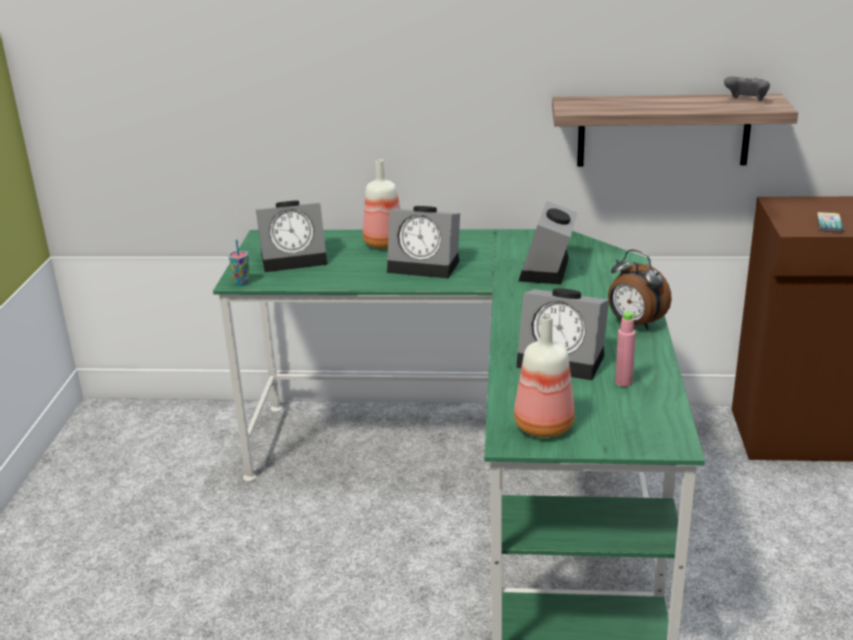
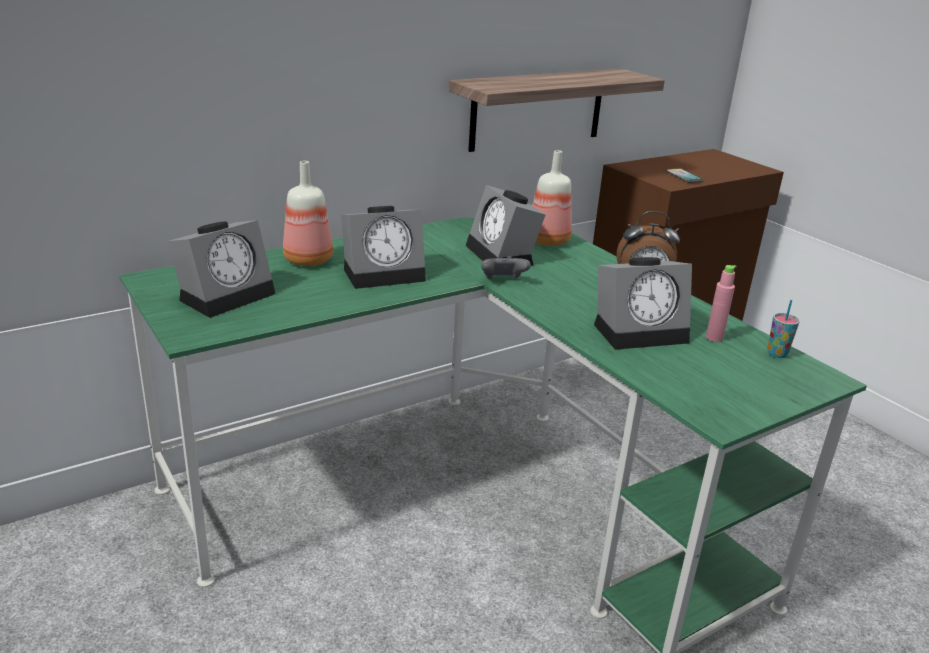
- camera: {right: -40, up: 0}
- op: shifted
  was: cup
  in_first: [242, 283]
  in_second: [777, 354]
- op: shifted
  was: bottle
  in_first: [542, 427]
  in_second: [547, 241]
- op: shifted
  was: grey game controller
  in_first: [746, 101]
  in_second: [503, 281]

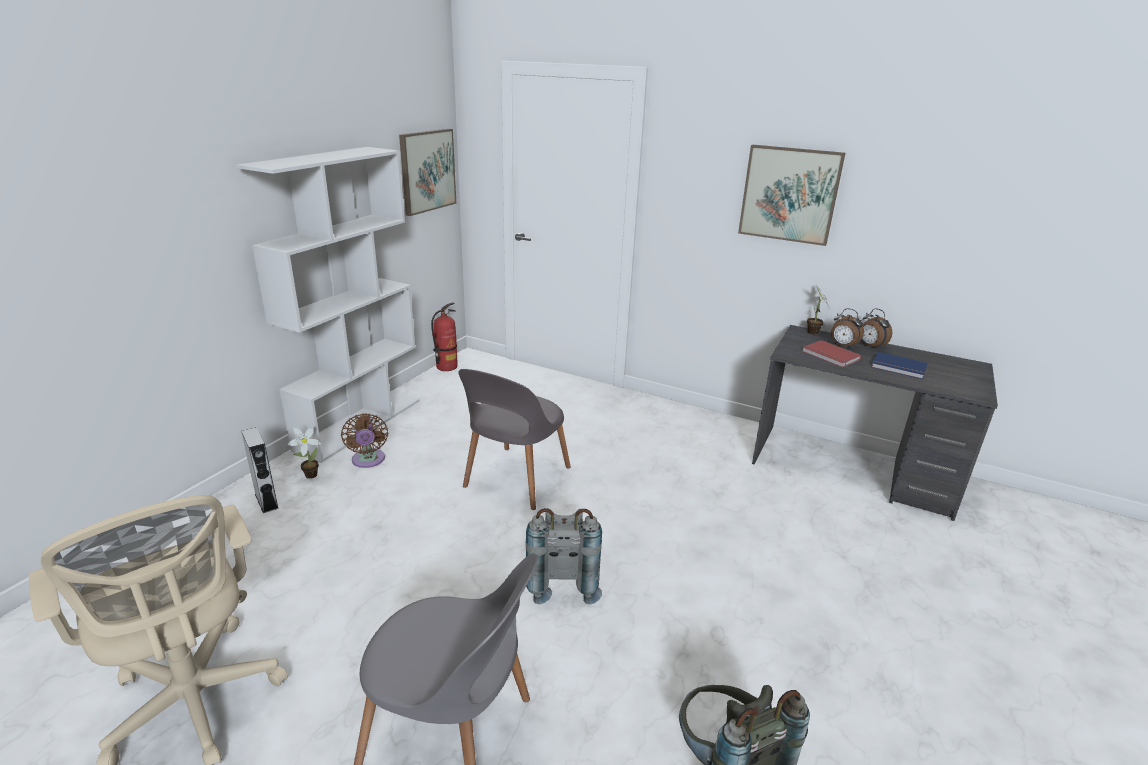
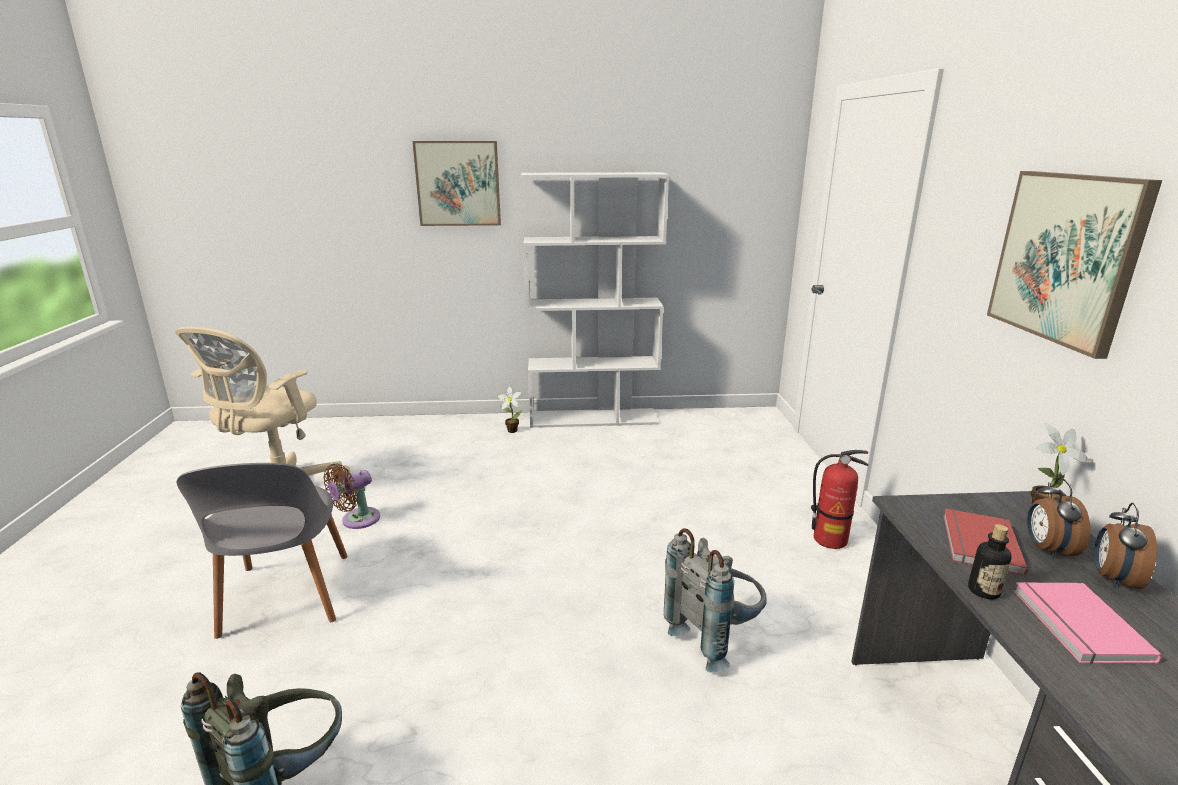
- camera: {right: 60, up: -5}
- op: gone
  was: grey speaker
  in_first: [266, 501]
- op: shifted
  was: brown fan
  in_first: [368, 461]
  in_second: [357, 520]
- op: shifted
  was: picture
  in_first: [427, 171]
  in_second: [458, 183]
- op: shifted
  was: fire extinguisher
  in_first: [446, 367]
  in_second: [830, 540]
- op: gone
  was: grey chair
  in_first: [515, 479]
- op: shifted
  was: grey backpack
  in_first: [561, 580]
  in_second: [715, 636]
- op: repainted
  was: blue book
  now: pink book
  in_first: [898, 368]
  in_second: [1077, 625]
- op: new
  now: bottle
  in_second: [983, 591]

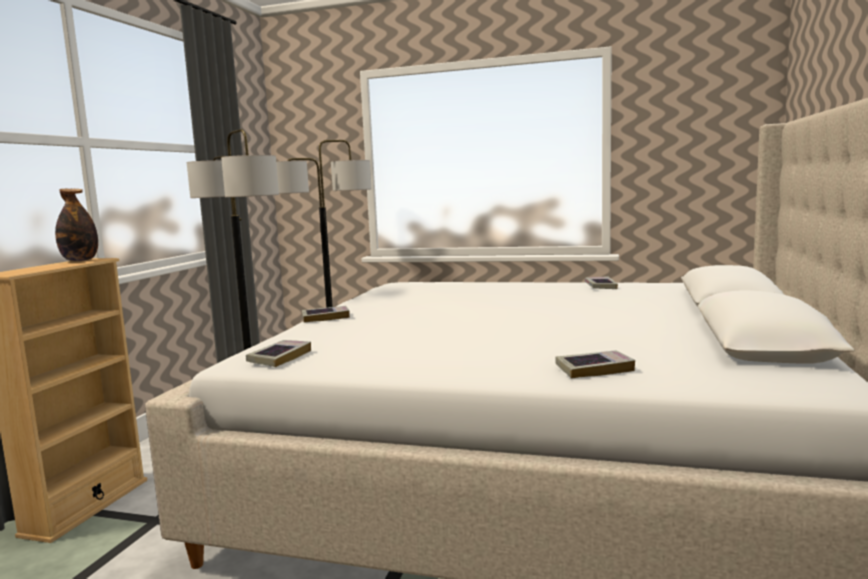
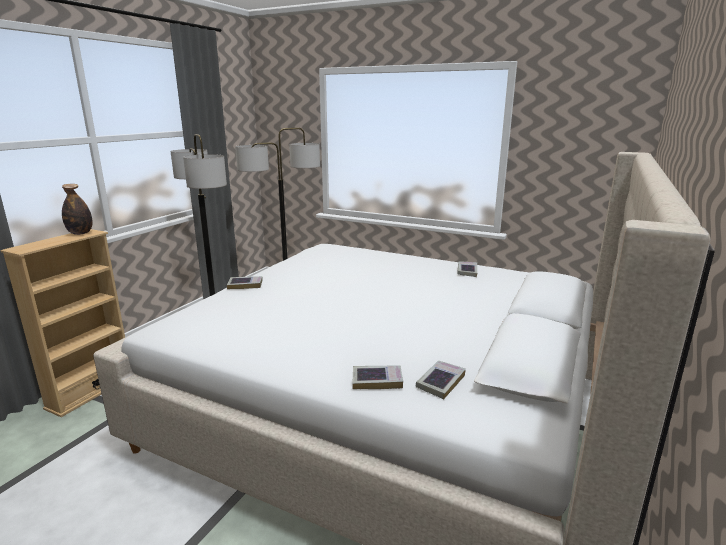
- camera: {right: 10, up: 10}
- op: shifted
  was: book
  in_first: [279, 357]
  in_second: [440, 382]

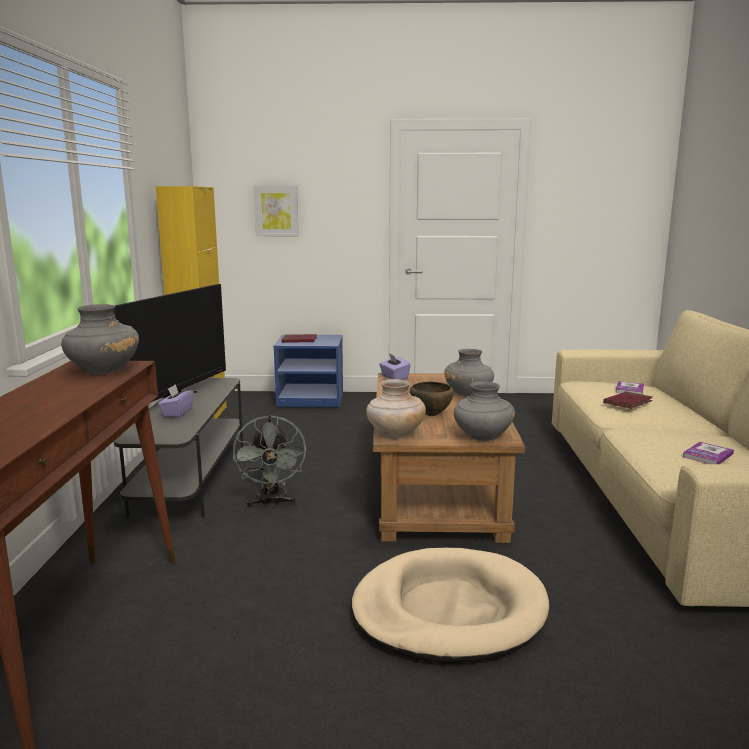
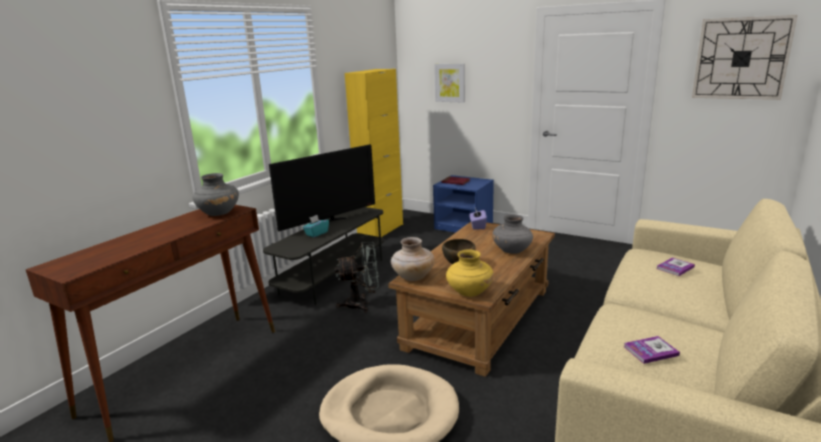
- camera: {right: 30, up: 5}
- op: repainted
  was: purple tissue box
  now: turquoise tissue box
  in_first: [177, 413]
  in_second: [316, 233]
- op: rotated
  was: grey fan
  in_first: [272, 503]
  in_second: [362, 304]
  clockwise: -120
- op: repainted
  was: grey vase
  now: yellow vase
  in_first: [482, 437]
  in_second: [469, 292]
- op: gone
  was: red book
  in_first: [627, 403]
- op: new
  now: wall clock
  in_second: [741, 58]

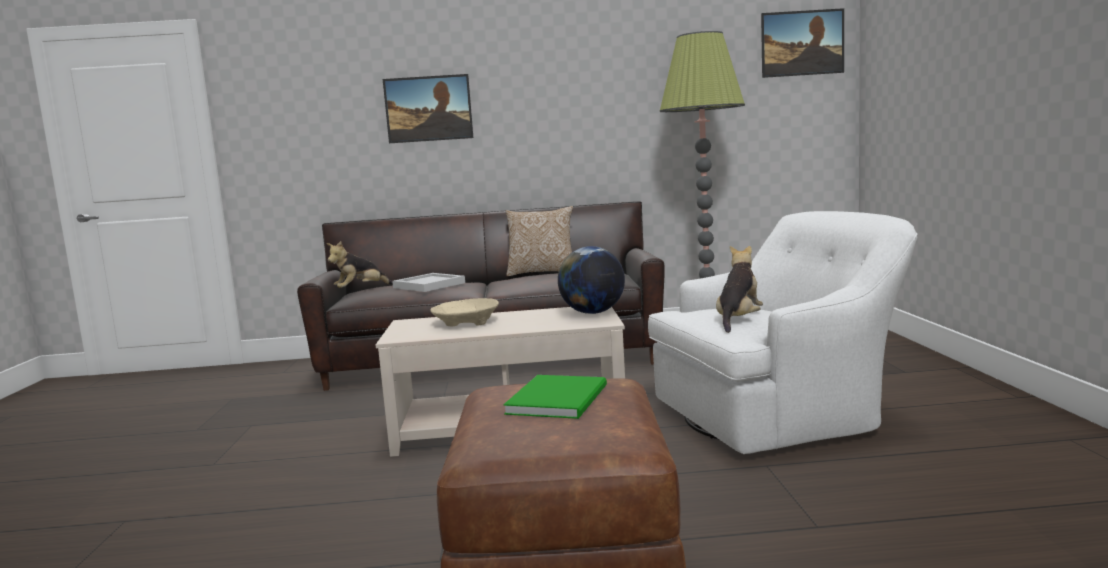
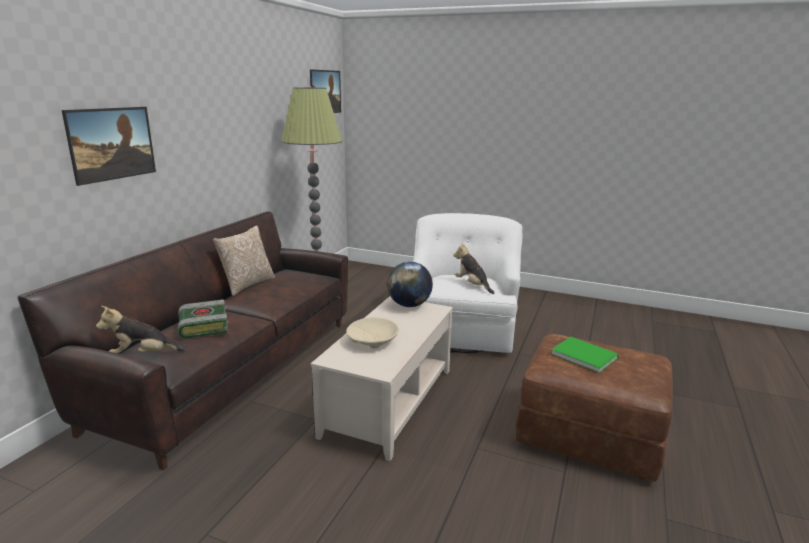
- camera: {right: -65, up: 10}
- op: rotated
  was: plush toy
  in_first: [360, 290]
  in_second: [143, 355]
  clockwise: 90
- op: swapped
  was: white tray
  now: book
  in_first: [429, 285]
  in_second: [203, 325]

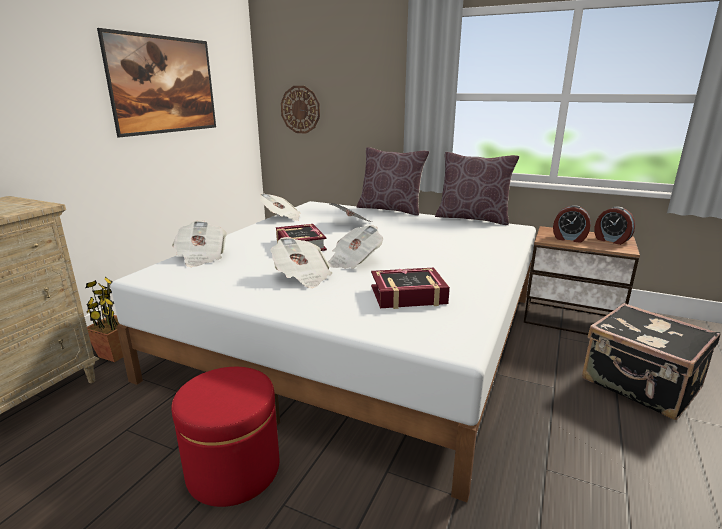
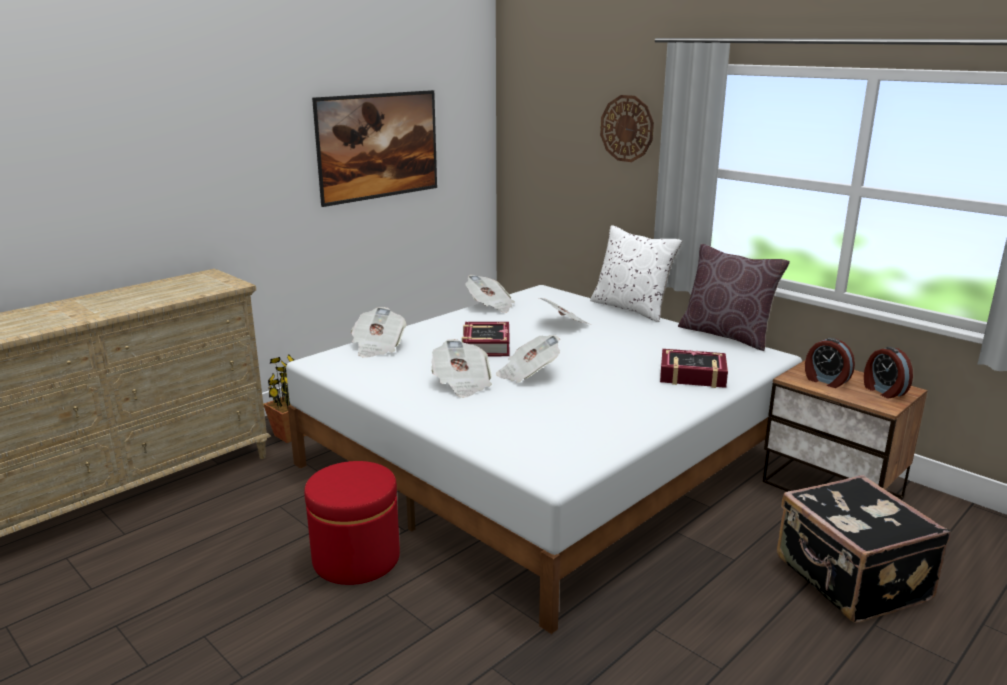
- camera: {right: 20, up: 0}
- op: shifted
  was: wall clock
  in_first: [300, 109]
  in_second: [627, 128]
- op: repainted
  was: brown pillow
  now: white pillow
  in_first: [390, 209]
  in_second: [631, 308]
- op: shifted
  was: book
  in_first: [408, 295]
  in_second: [692, 375]

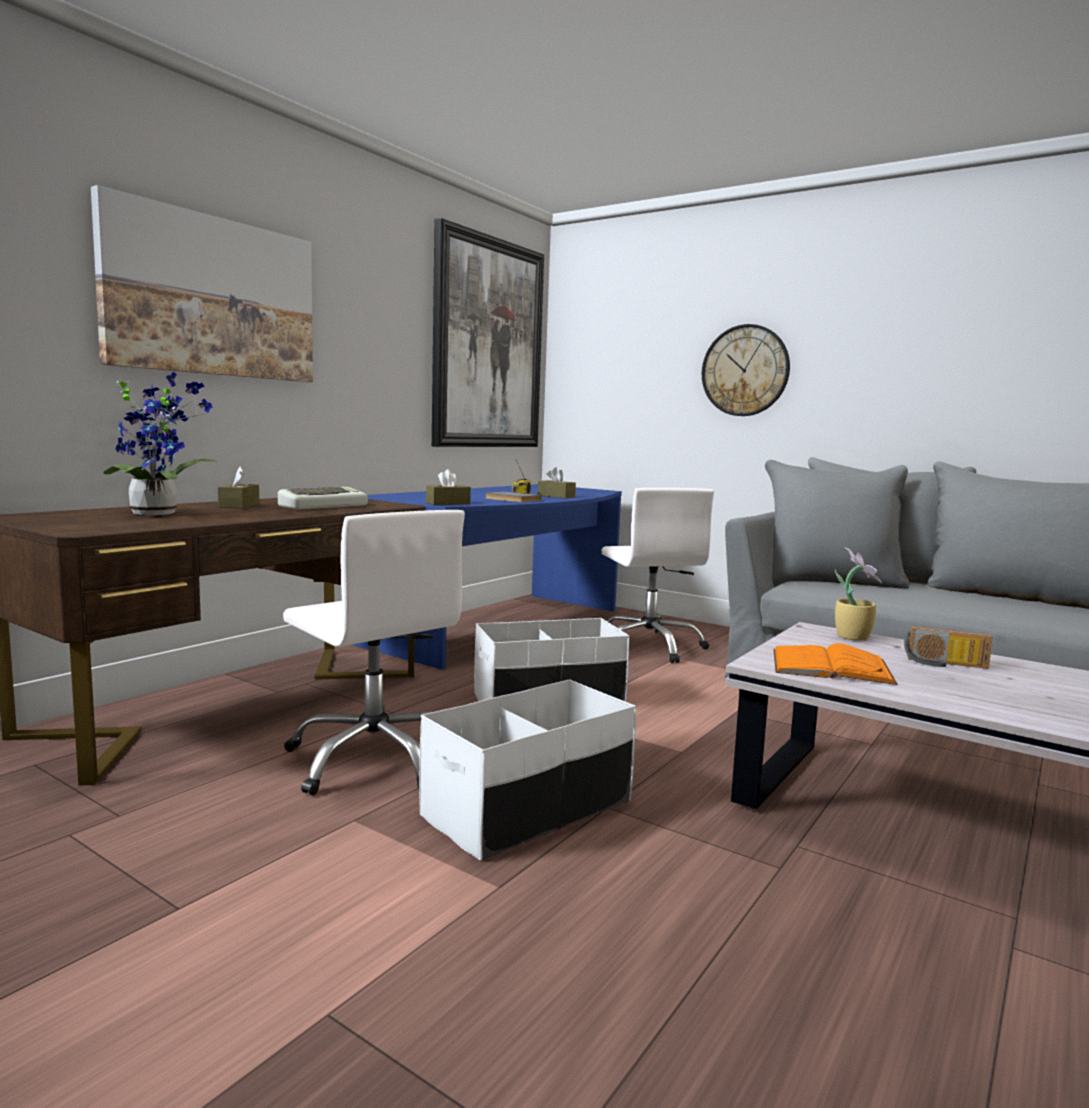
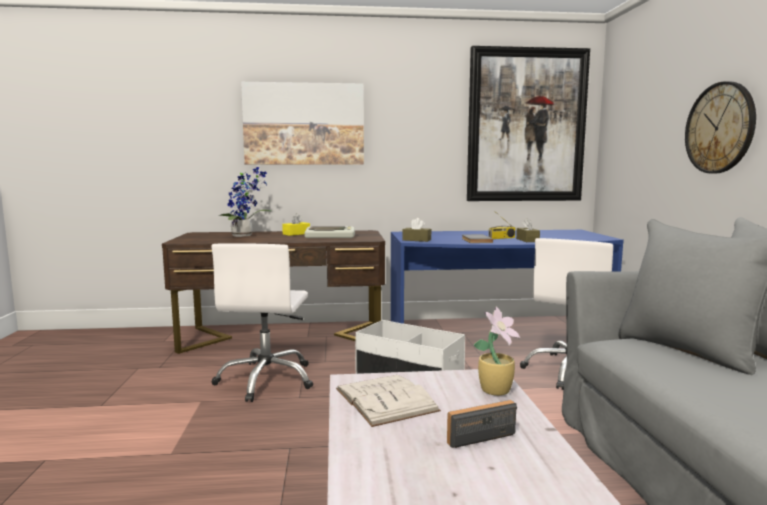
- camera: {right: 50, up: 0}
- op: repainted
  was: brown tissue box
  now: yellow tissue box
  in_first: [239, 505]
  in_second: [296, 234]
- op: gone
  was: white storage box
  in_first: [529, 809]
- op: repainted
  was: orange book
  now: white book
  in_first: [831, 666]
  in_second: [385, 399]
- op: rotated
  was: radio
  in_first: [945, 664]
  in_second: [480, 434]
  clockwise: 90

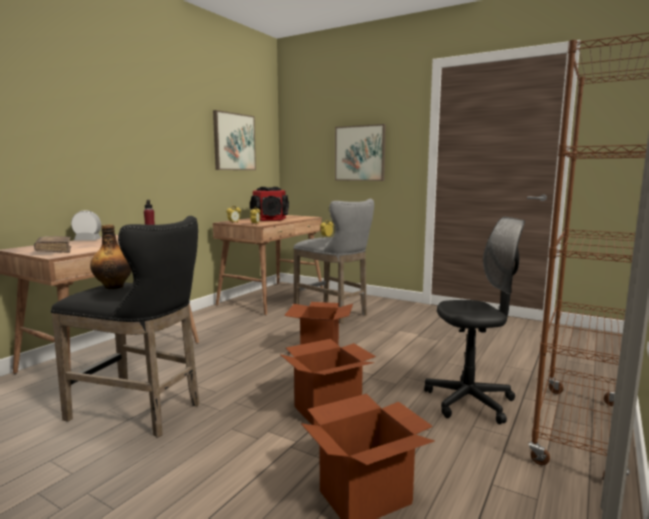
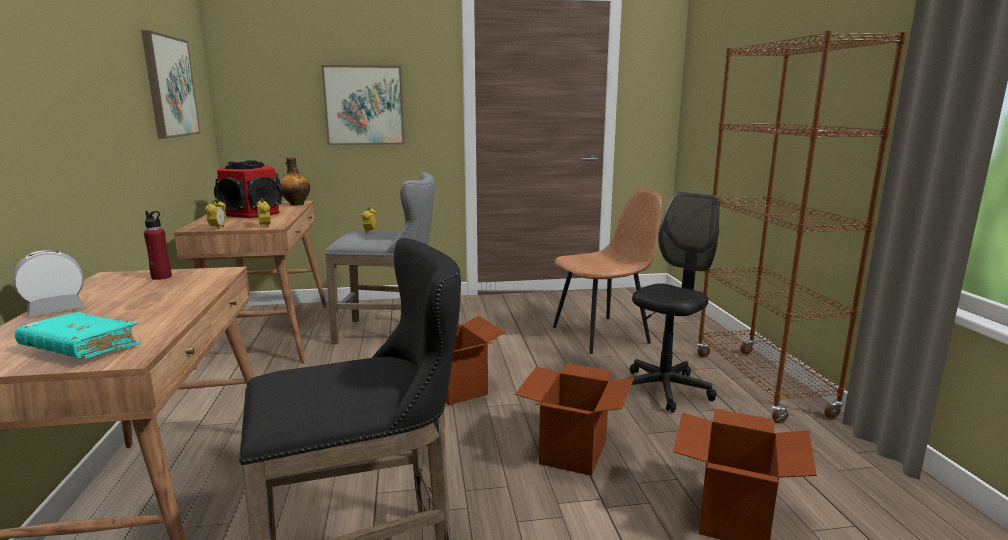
- camera: {right: -40, up: 5}
- op: repainted
  was: brown book
  now: turquoise book
  in_first: [54, 251]
  in_second: [81, 348]
- op: shifted
  was: bottle
  in_first: [114, 286]
  in_second: [296, 204]
- op: new
  now: brown chair
  in_second: [602, 334]

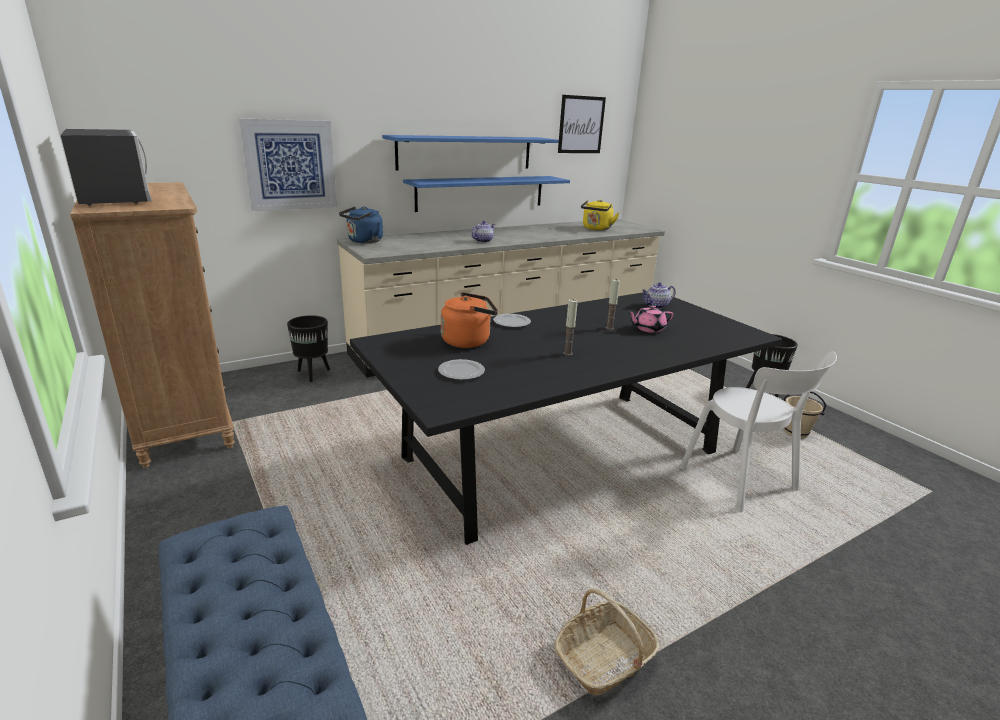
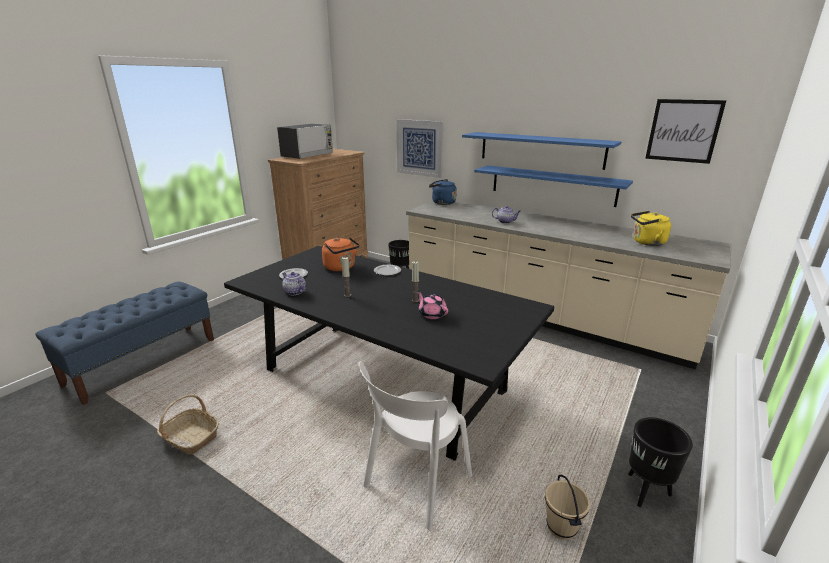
- camera: {right: 65, up: 0}
- op: shifted
  was: teapot
  in_first: [656, 306]
  in_second: [294, 292]

